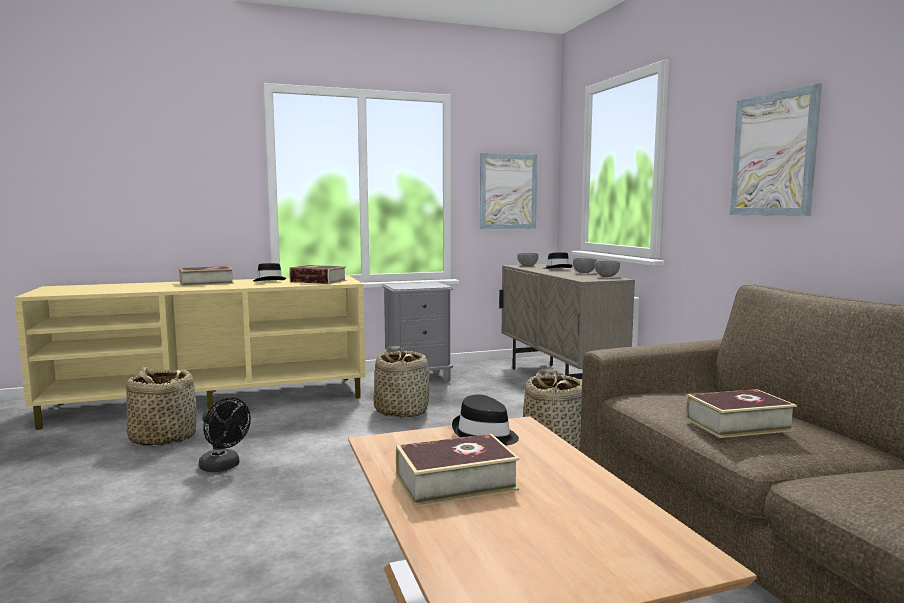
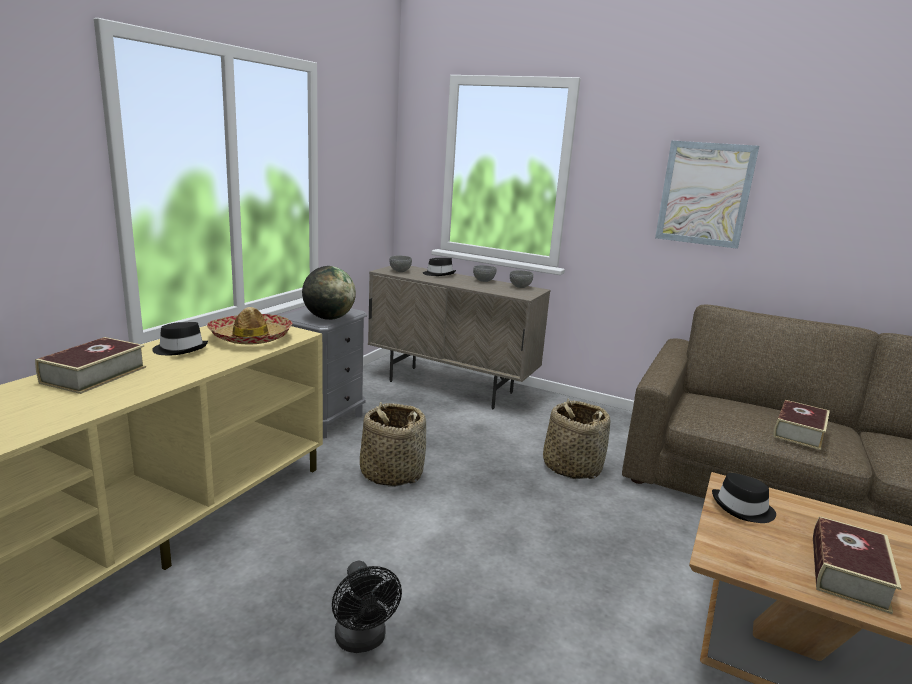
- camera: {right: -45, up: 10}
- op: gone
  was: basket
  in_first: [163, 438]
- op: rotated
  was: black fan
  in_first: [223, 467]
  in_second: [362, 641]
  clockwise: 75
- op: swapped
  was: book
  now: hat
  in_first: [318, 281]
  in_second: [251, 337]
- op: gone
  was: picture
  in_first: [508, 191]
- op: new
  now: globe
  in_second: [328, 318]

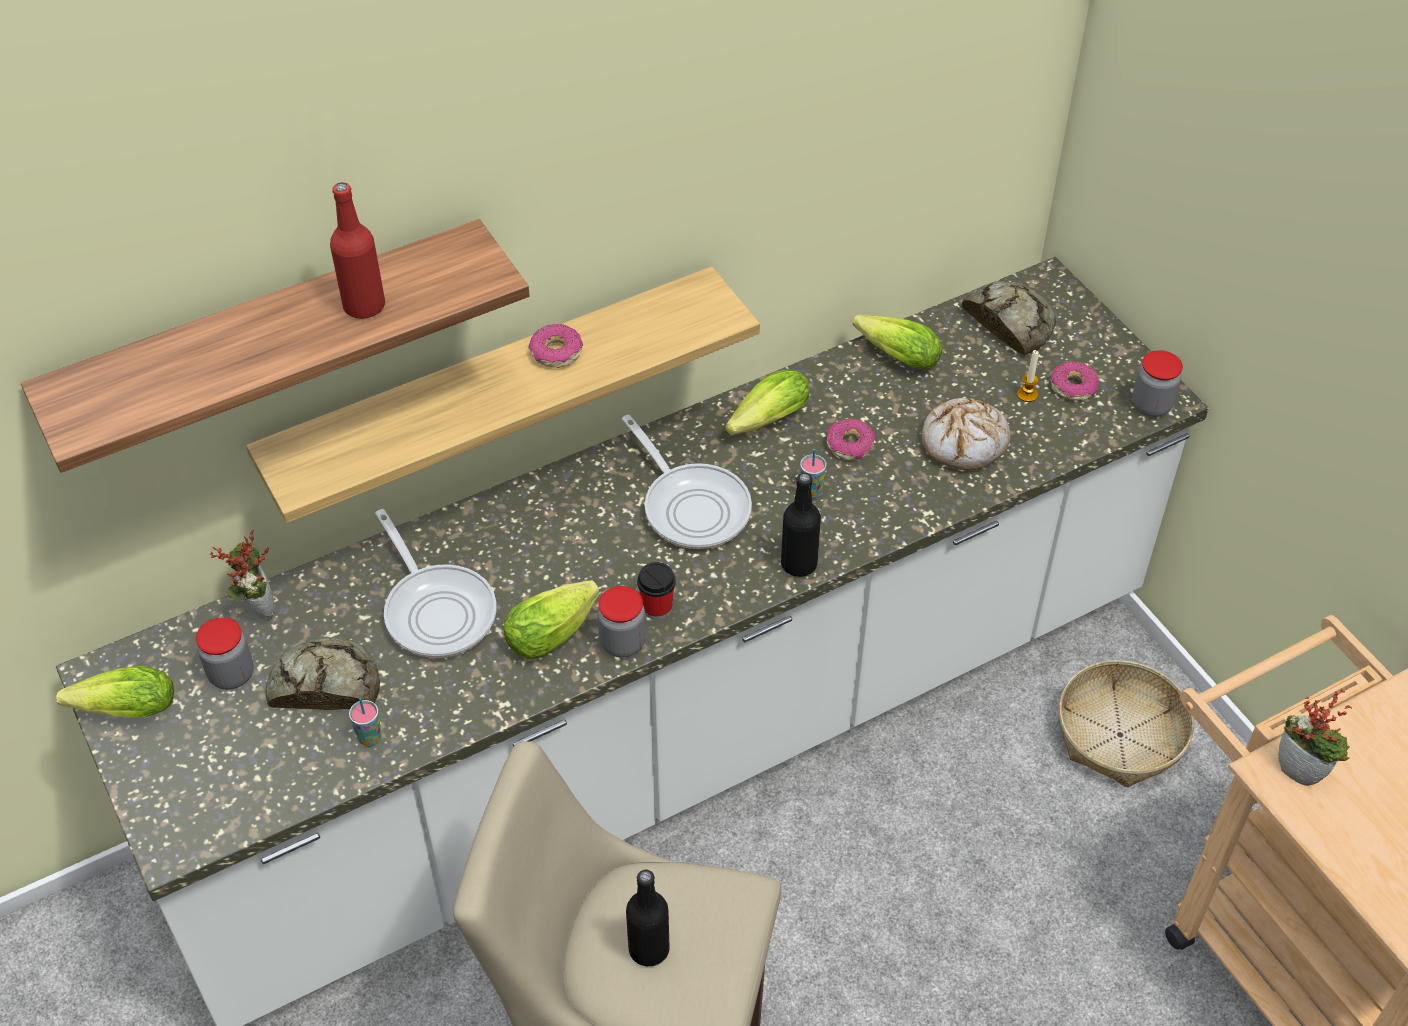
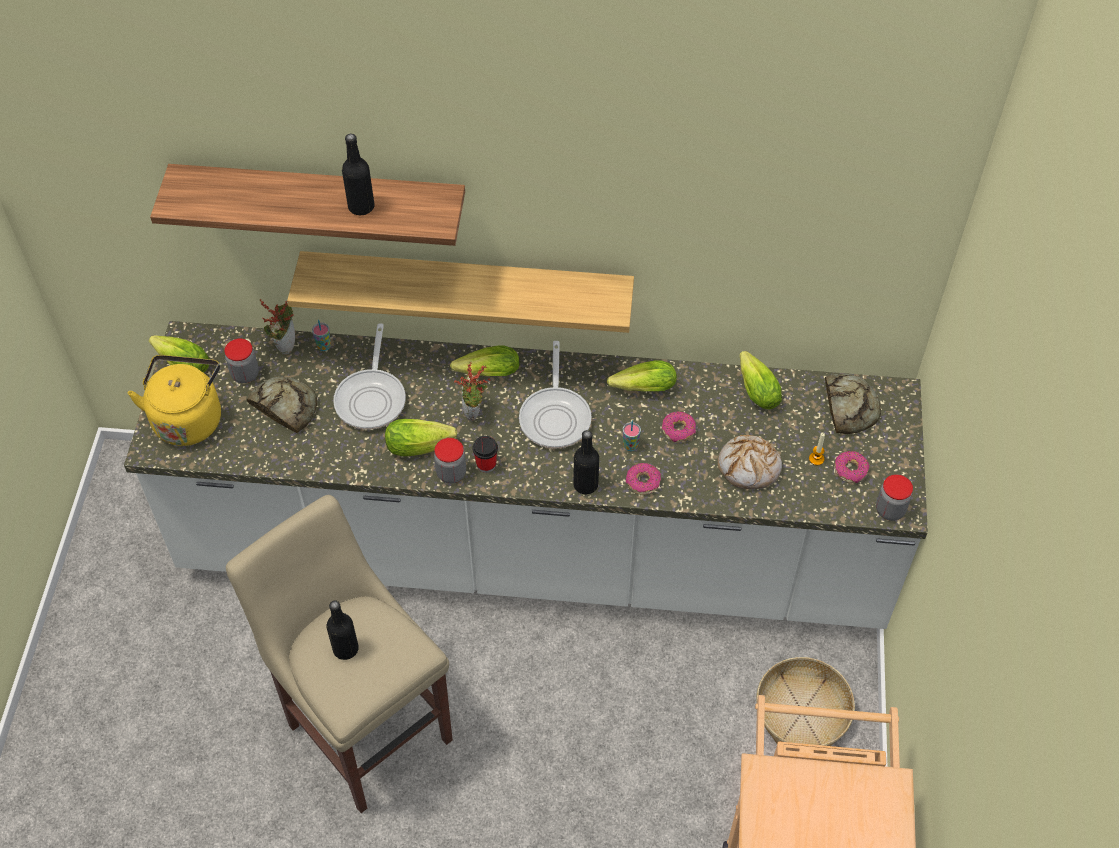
- camera: {right: 35, up: 5}
- op: repainted
  was: red bottle
  now: black bottle
  in_first: [364, 306]
  in_second: [361, 207]
- op: shifted
  was: cup
  in_first: [370, 738]
  in_second: [324, 346]
- op: shifted
  was: donut
  in_first: [556, 352]
  in_second: [643, 482]
- op: shifted
  was: potted plant
  in_first: [1302, 771]
  in_second: [474, 413]
- op: new
  now: yellow kettle
  in_second: [188, 418]
- op: new
  now: lettuce
  in_second: [485, 373]

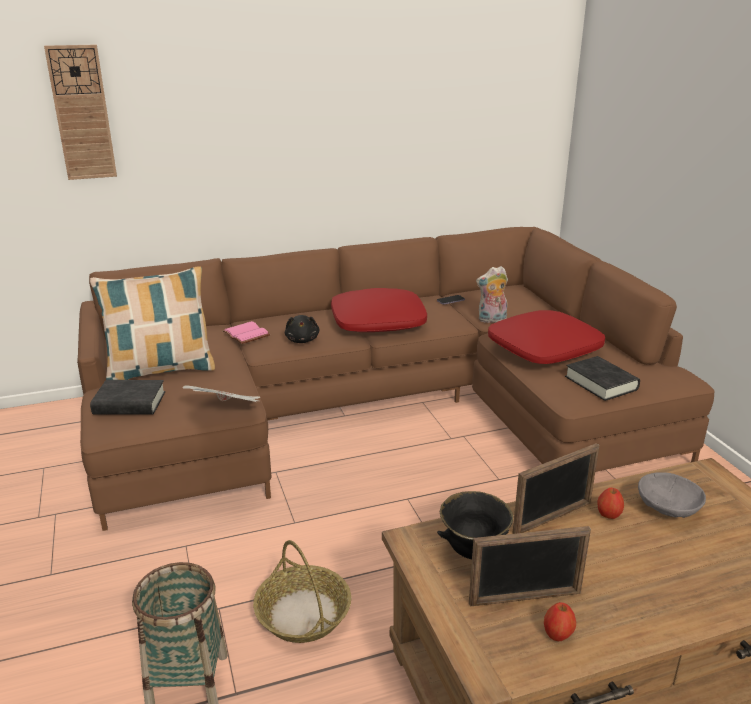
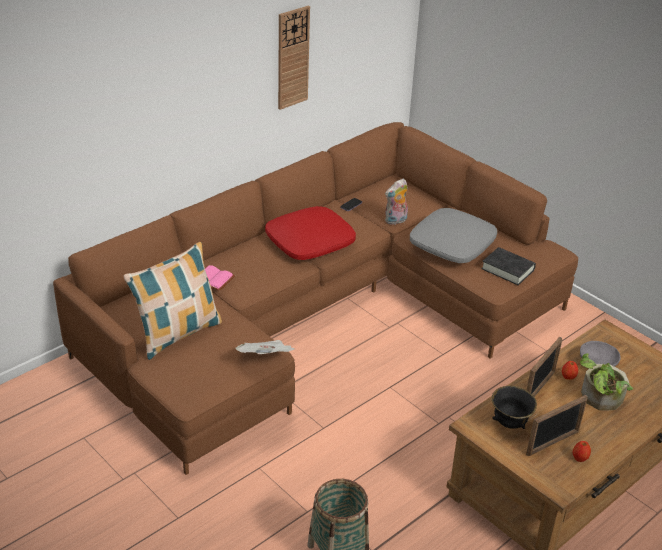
- camera: {right: -25, up: 10}
- op: shifted
  was: wall clock
  in_first: [82, 113]
  in_second: [292, 58]
- op: gone
  was: black book
  in_first: [129, 403]
- op: gone
  was: basket
  in_first: [302, 614]
- op: gone
  was: black plush toy
  in_first: [302, 340]
- op: repainted
  was: red pillow
  now: grey pillow
  in_first: [543, 349]
  in_second: [451, 244]
- op: new
  now: potted plant
  in_second: [599, 400]

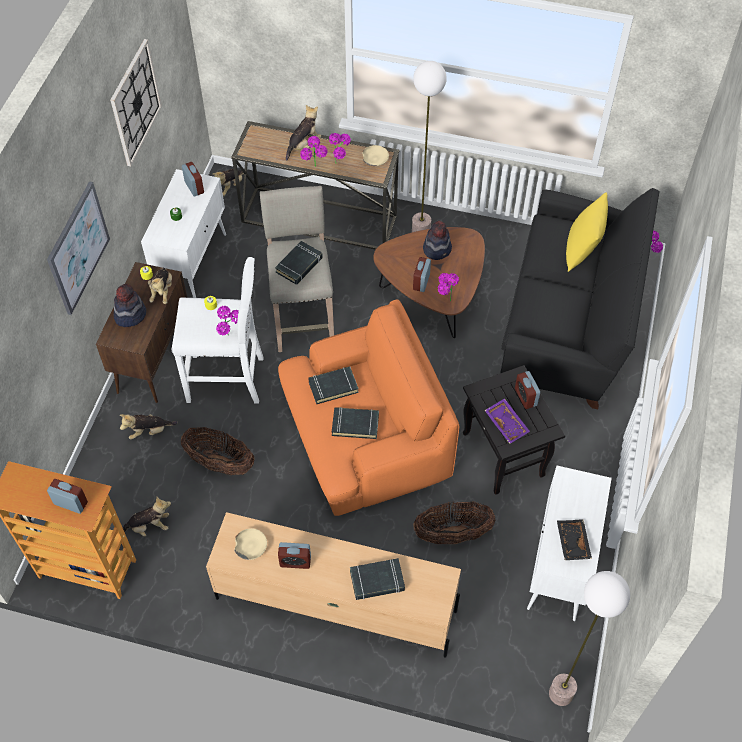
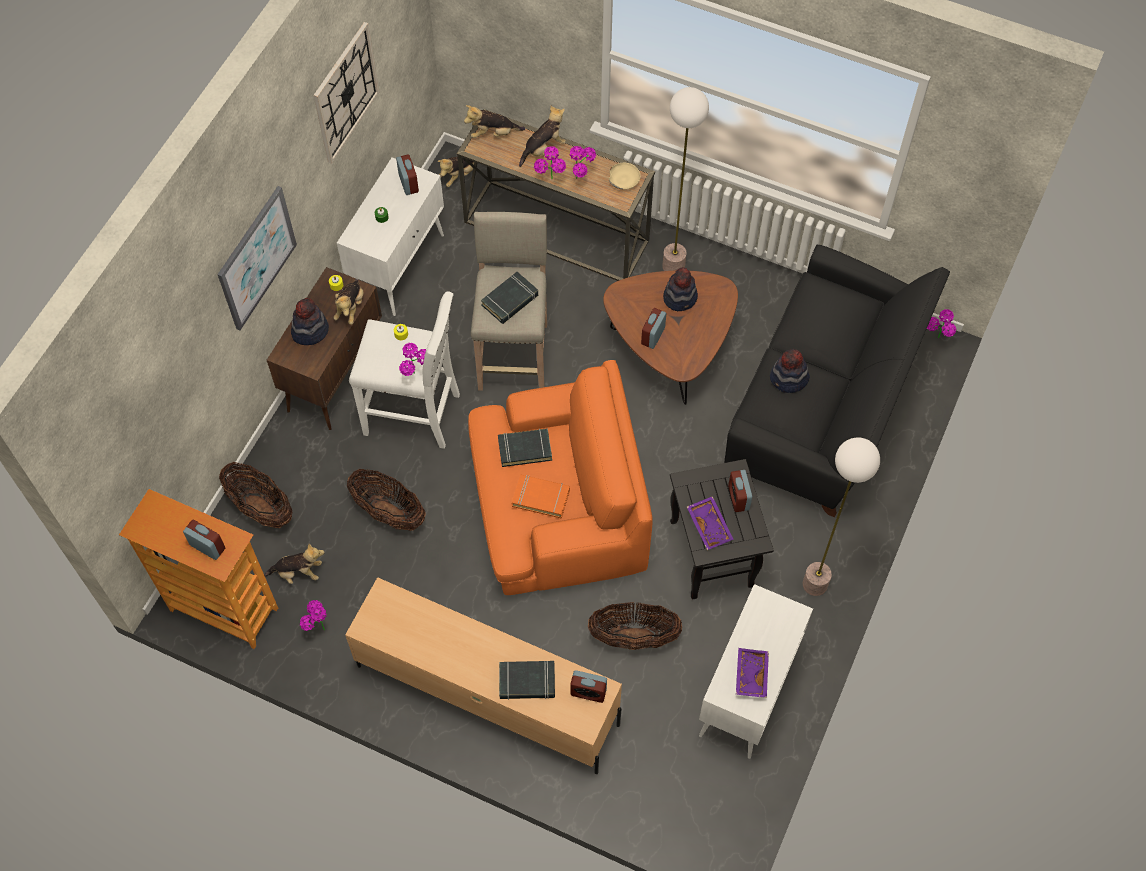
- camera: {right: 10, up: 5}
- op: shifted
  was: plush toy
  in_first: [149, 431]
  in_second: [493, 133]
- op: gone
  was: beige bowl
  in_first: [251, 546]
- op: shifted
  was: alarm clock
  in_first: [295, 561]
  in_second: [588, 692]
- op: repainted
  was: black book
  now: orange book
  in_first: [355, 425]
  in_second: [541, 498]
- op: shifted
  was: potted plant
  in_first: [445, 301]
  in_second: [318, 629]
- op: shifted
  was: floor lamp
  in_first: [560, 694]
  in_second: [814, 584]
- op: repainted
  was: black tray
  now: purple tray
  in_first: [572, 542]
  in_second: [750, 675]
- op: gone
  was: yellow pillow
  in_first: [582, 250]
- op: new
  now: basket
  in_second: [260, 507]
- op: new
  now: hat
  in_second: [788, 379]

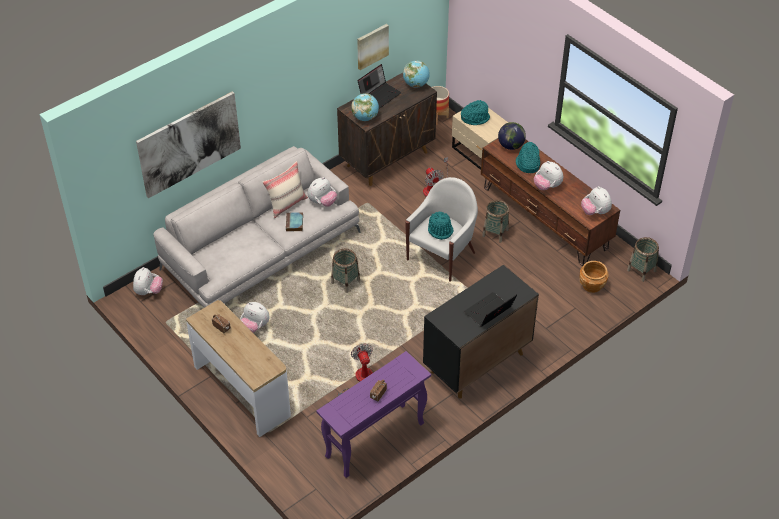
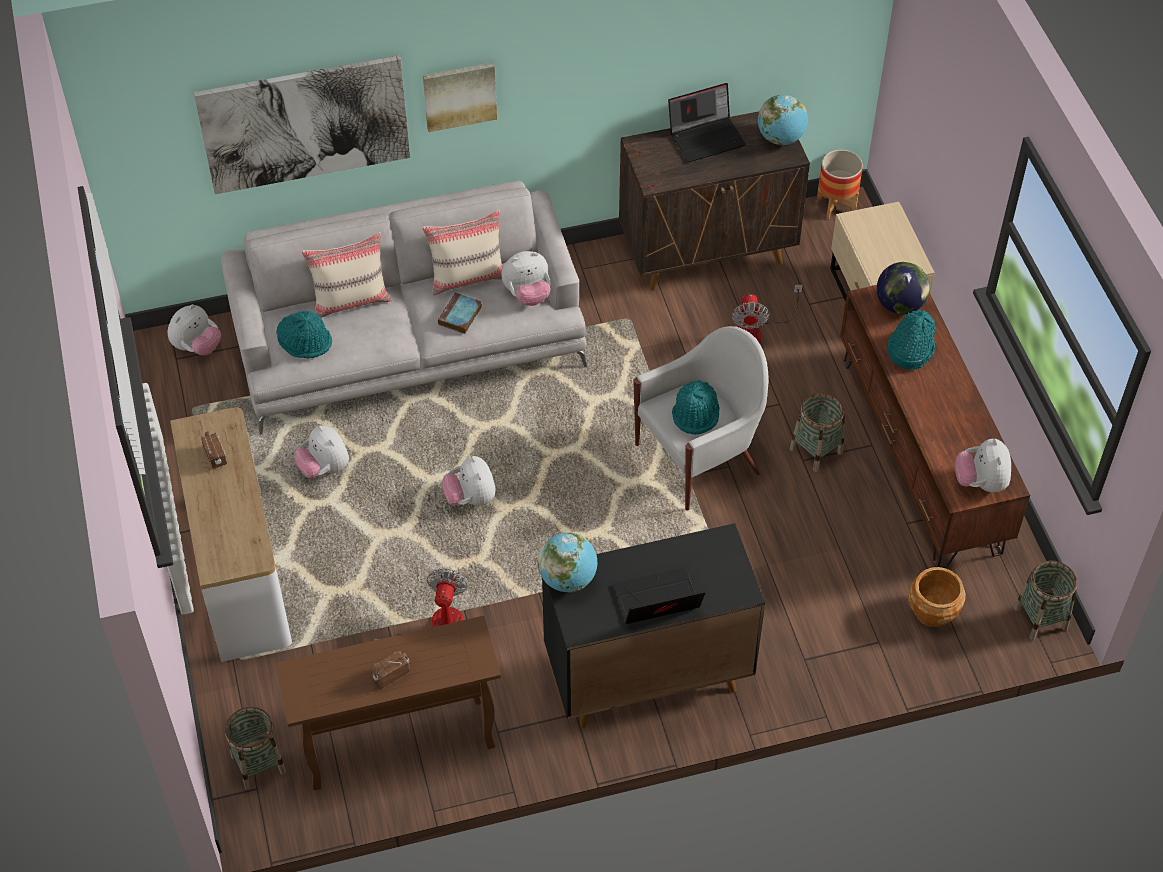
- camera: {right: 25, up: 5}
- op: repainted
  was: purple console table
  now: brown console table
  in_first: [374, 441]
  in_second: [397, 745]
- op: shifted
  was: basket
  in_first: [345, 282]
  in_second: [258, 764]
- op: shifted
  was: globe
  in_first: [365, 117]
  in_second: [568, 579]
- op: shifted
  was: picture
  in_first: [372, 46]
  in_second: [459, 95]
- op: shifted
  was: turquoise hat
  in_first: [475, 118]
  in_second: [306, 342]
- op: shifted
  was: plush toy
  in_first: [547, 186]
  in_second: [470, 498]
- op: new
  now: beige pillow
  in_second: [351, 300]

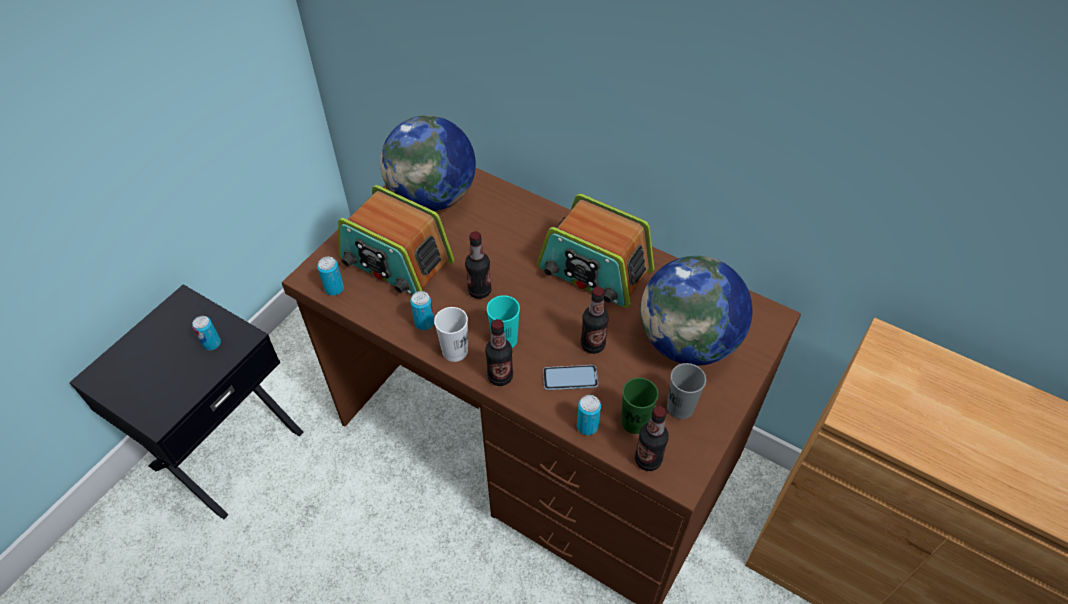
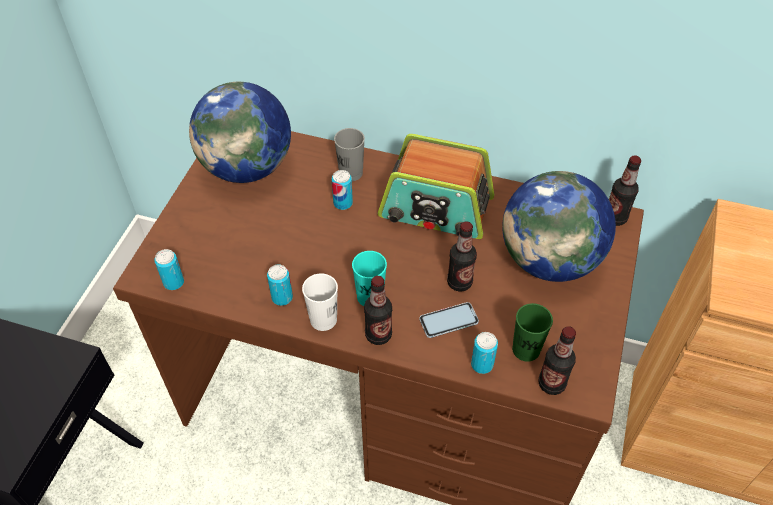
- camera: {right: -15, up: 0}
- op: shifted
  was: can
  in_first: [212, 343]
  in_second: [343, 203]
- op: gone
  was: radio
  in_first: [396, 261]
- op: shifted
  was: bottle
  in_first: [479, 291]
  in_second: [615, 218]
- op: shifted
  was: grey cup
  in_first: [680, 407]
  in_second: [351, 173]

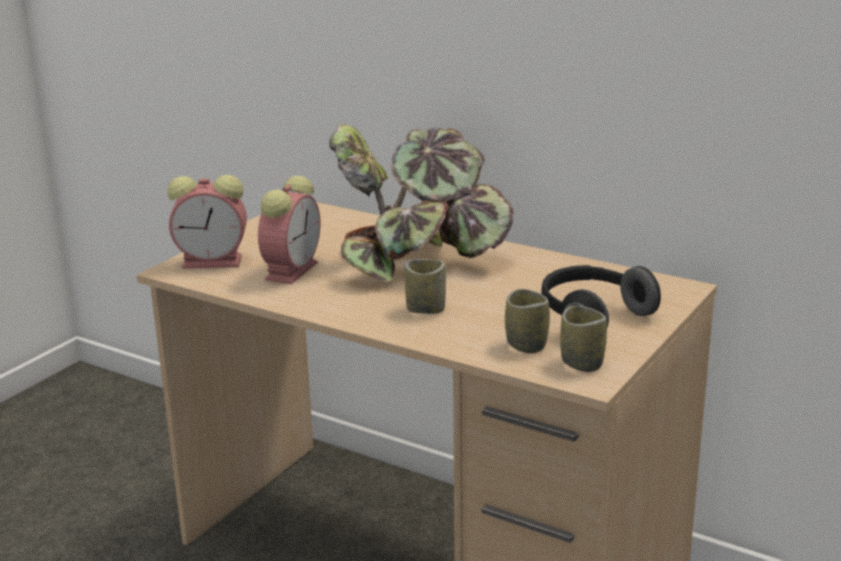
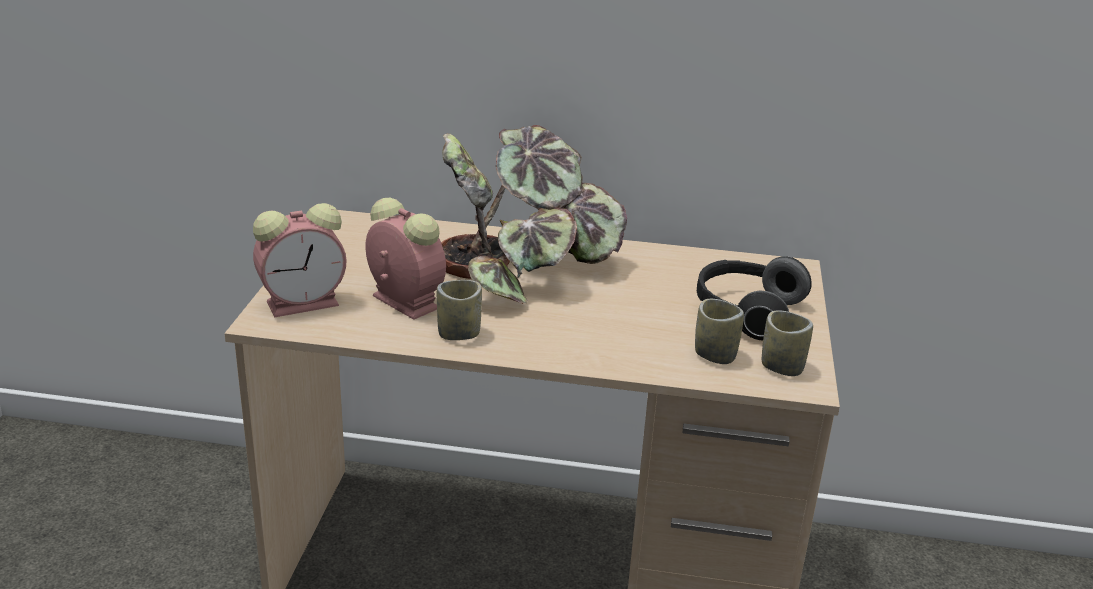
- camera: {right: -25, up: 5}
- op: rotated
  was: alarm clock
  in_first: [292, 270]
  in_second: [402, 301]
  clockwise: -45
- op: shifted
  was: cup
  in_first: [425, 309]
  in_second: [459, 333]

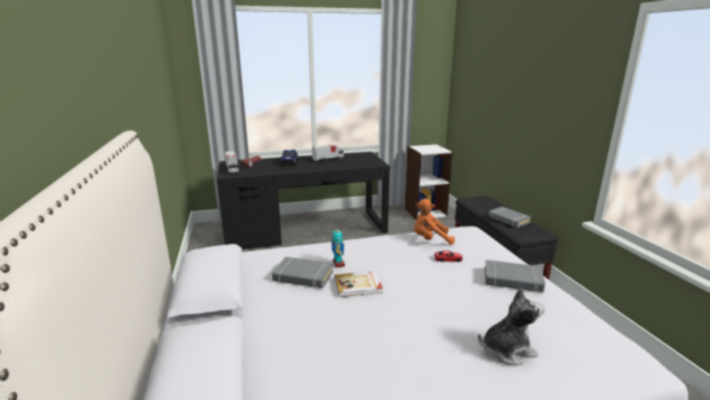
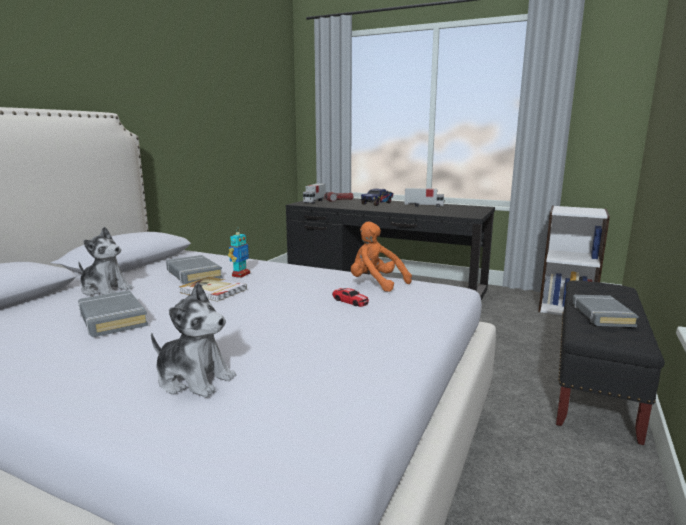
- camera: {right: 40, up: -5}
- op: shifted
  was: grey book
  in_first: [512, 280]
  in_second: [112, 319]
- op: new
  now: plush toy
  in_second: [105, 289]

